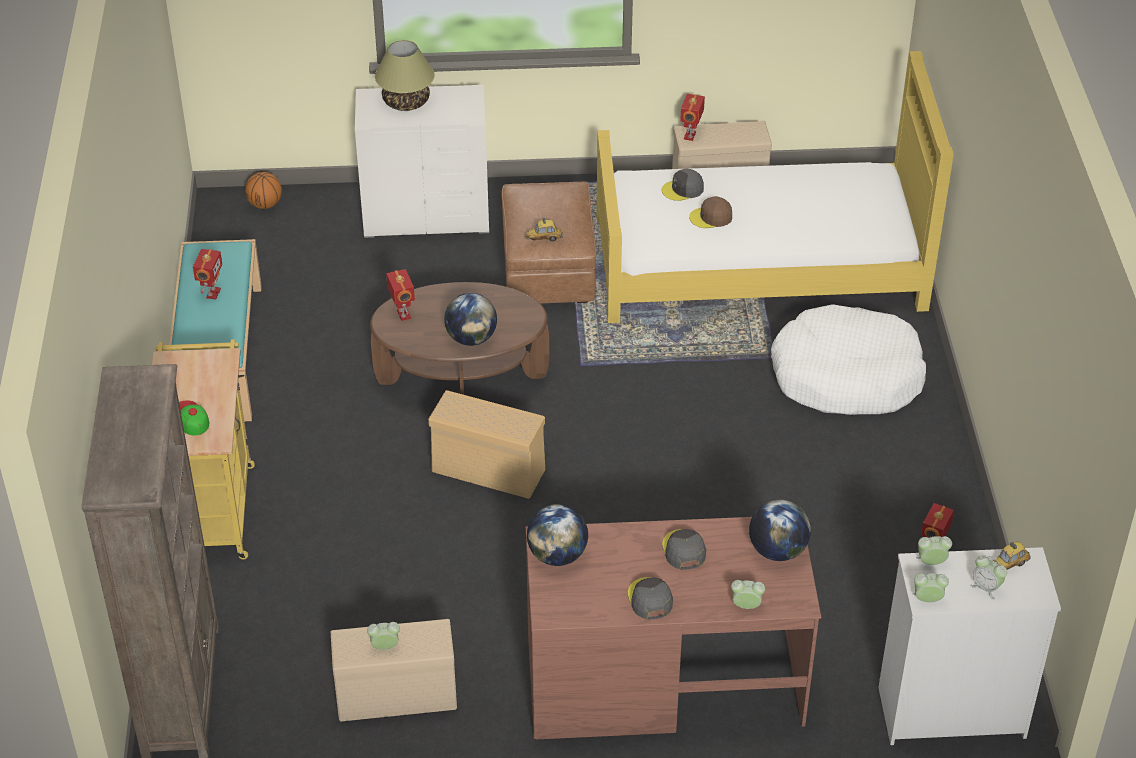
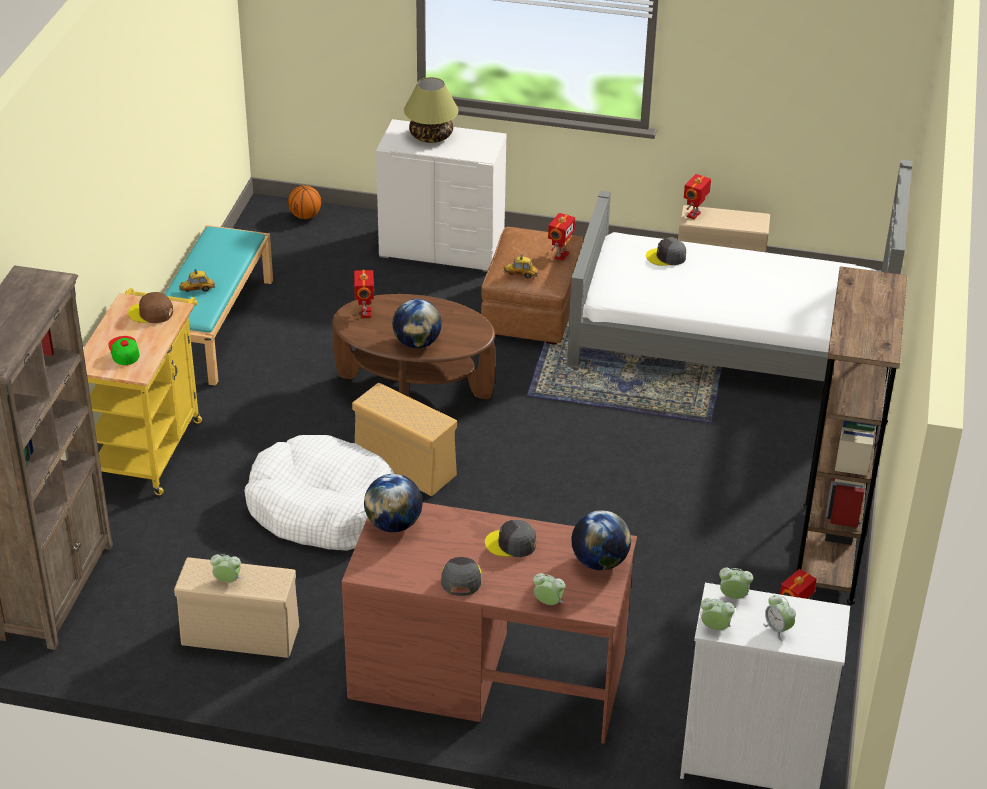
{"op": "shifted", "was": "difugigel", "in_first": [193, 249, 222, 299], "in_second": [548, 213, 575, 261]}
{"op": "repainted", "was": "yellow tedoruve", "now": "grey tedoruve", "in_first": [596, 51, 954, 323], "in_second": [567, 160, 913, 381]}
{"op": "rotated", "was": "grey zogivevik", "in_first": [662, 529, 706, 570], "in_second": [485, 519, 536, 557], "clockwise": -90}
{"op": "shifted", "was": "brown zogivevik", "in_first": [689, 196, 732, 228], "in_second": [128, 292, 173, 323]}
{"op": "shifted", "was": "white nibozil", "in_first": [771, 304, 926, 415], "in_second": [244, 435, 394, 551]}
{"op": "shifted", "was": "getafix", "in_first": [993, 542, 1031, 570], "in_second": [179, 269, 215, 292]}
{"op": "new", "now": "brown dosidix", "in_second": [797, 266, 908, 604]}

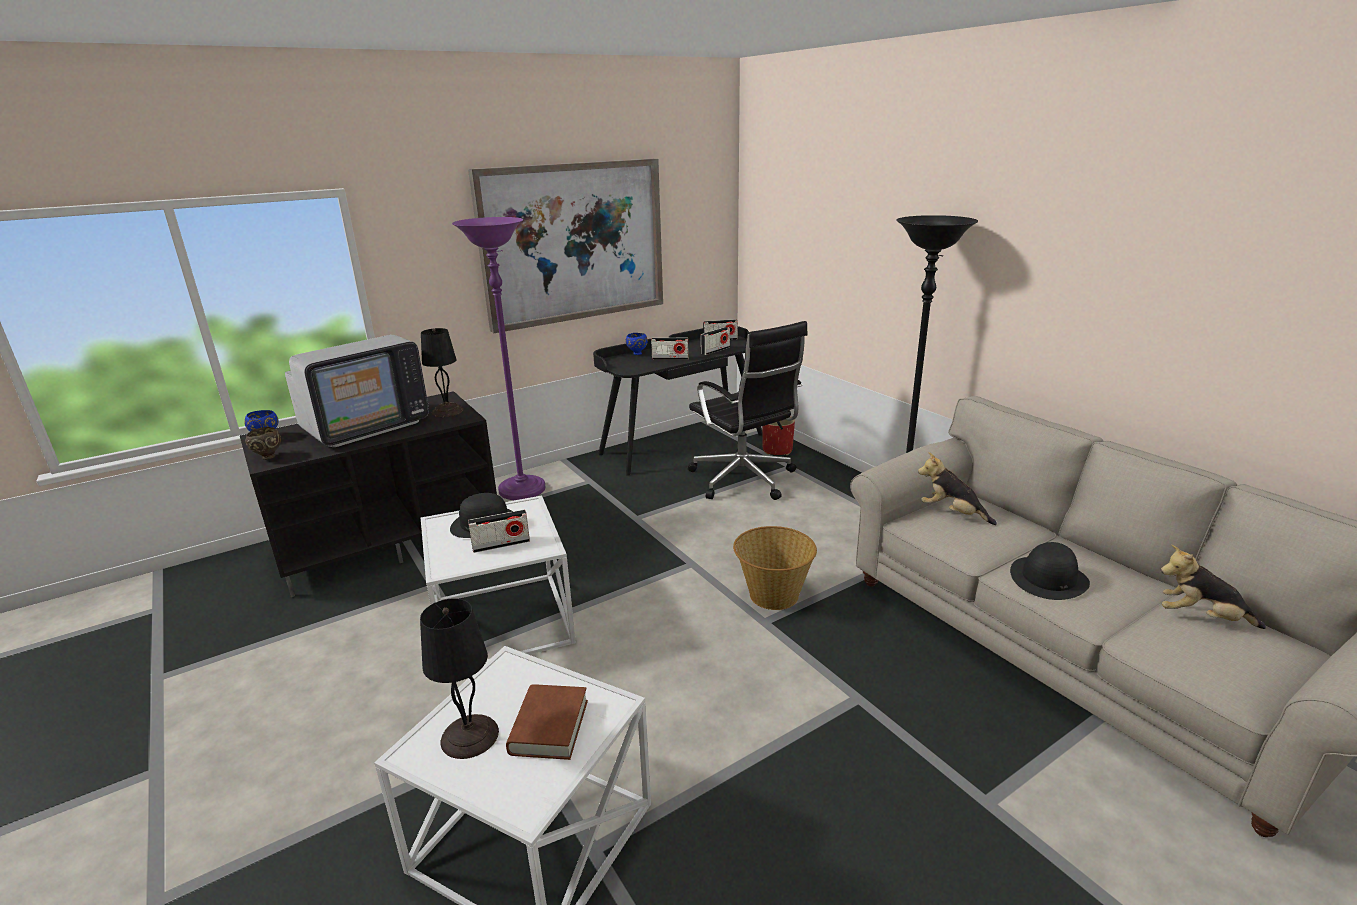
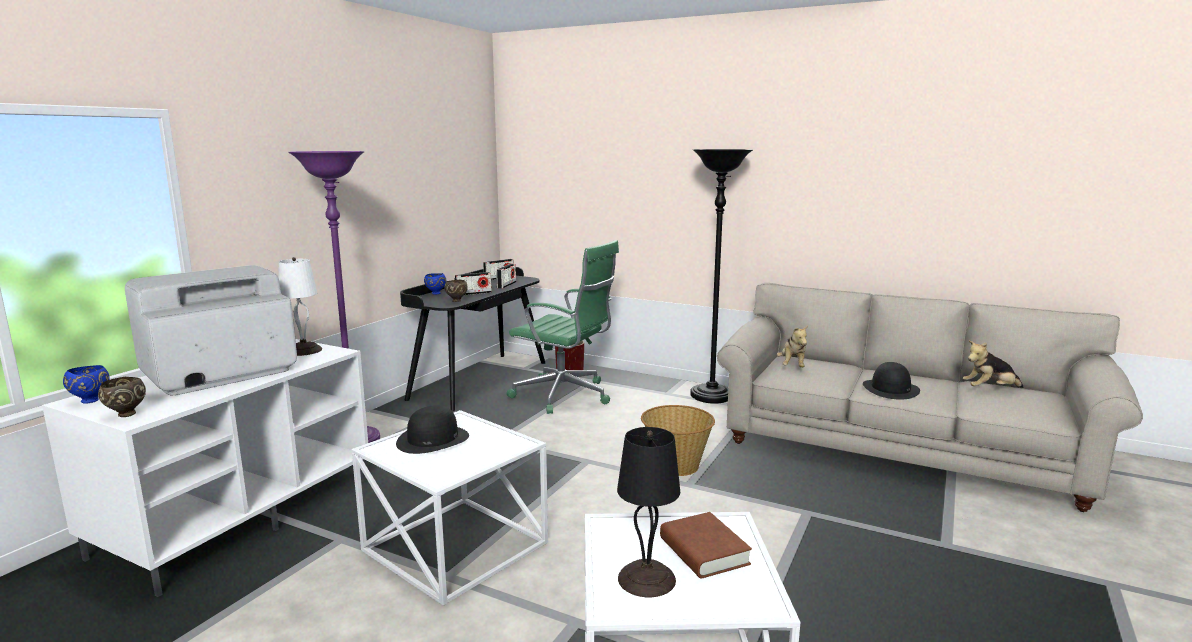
{"op": "repainted", "was": "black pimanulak", "now": "white pimanulak", "in_first": [240, 391, 497, 597], "in_second": [42, 339, 368, 597]}
{"op": "rotated", "was": "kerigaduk", "in_first": [285, 335, 429, 447], "in_second": [125, 265, 297, 395], "clockwise": -150}
{"op": "repainted", "was": "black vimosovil", "now": "white vimosovil", "in_first": [421, 328, 464, 417], "in_second": [278, 257, 322, 356]}
{"op": "gone", "was": "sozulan", "in_first": [468, 159, 663, 333]}
{"op": "gone", "was": "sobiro", "in_first": [468, 509, 530, 553]}
{"op": "repainted", "was": "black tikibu", "now": "green tikibu", "in_first": [688, 321, 808, 500], "in_second": [507, 240, 619, 414]}
{"op": "rotated", "was": "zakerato", "in_first": [918, 452, 997, 525], "in_second": [777, 325, 808, 367], "clockwise": -90}
{"op": "new", "now": "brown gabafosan", "in_second": [445, 280, 468, 302]}

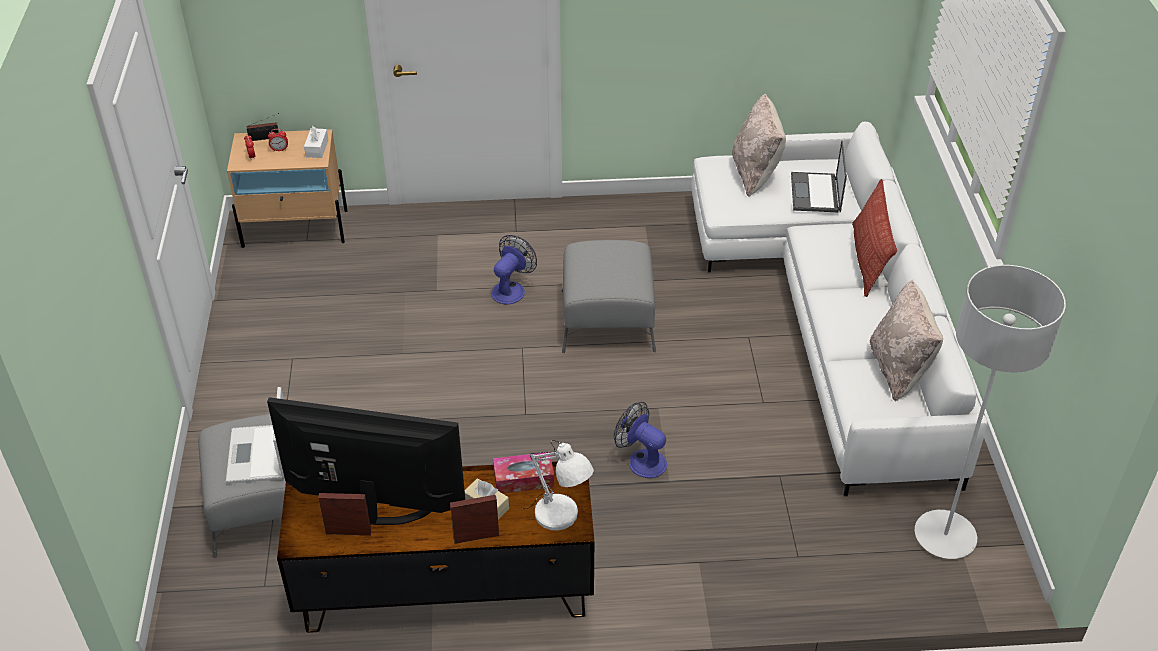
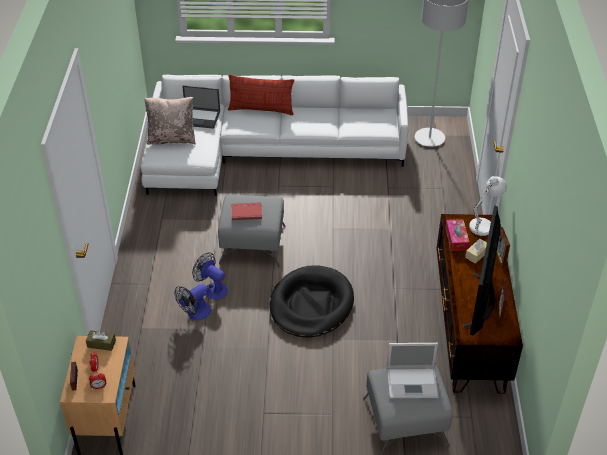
{"op": "repainted", "was": "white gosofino", "now": "brown gosofino", "in_first": [304, 126, 328, 158], "in_second": [86, 330, 116, 351]}
{"op": "shifted", "was": "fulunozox", "in_first": [614, 402, 667, 478], "in_second": [174, 284, 211, 320]}
{"op": "gone", "was": "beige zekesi", "in_first": [870, 279, 943, 402]}
{"op": "new", "now": "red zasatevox", "in_second": [231, 202, 262, 220]}
{"op": "new", "now": "black nibozil", "in_second": [270, 265, 354, 338]}

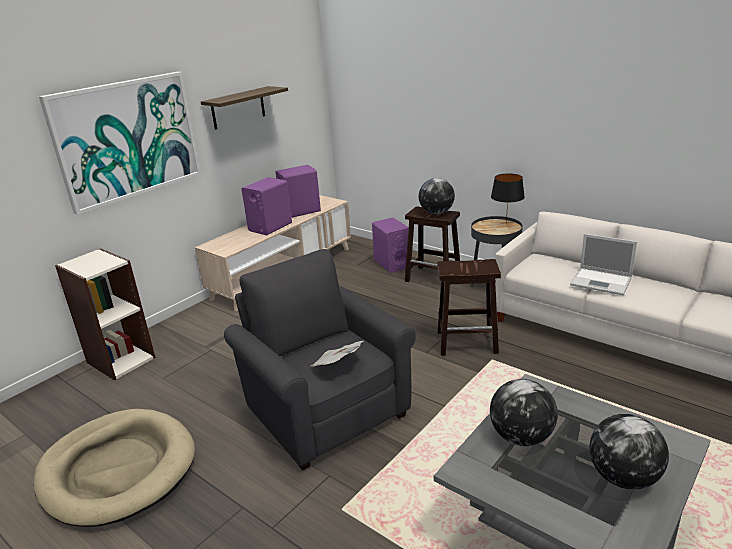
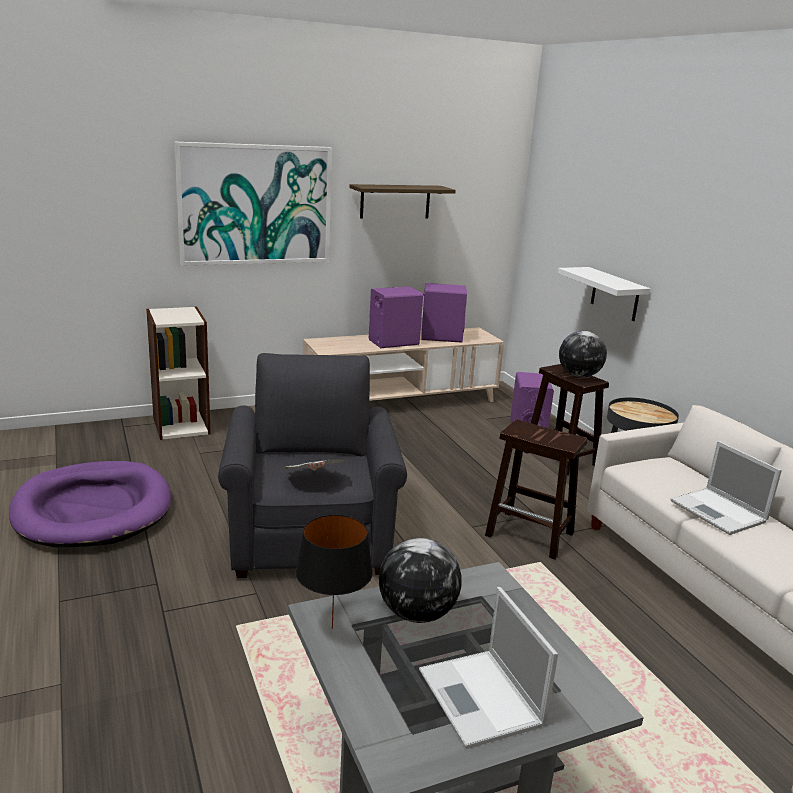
{"op": "repainted", "was": "beige nibozil", "now": "purple nibozil", "in_first": [34, 409, 195, 527], "in_second": [9, 461, 171, 547]}
{"op": "shifted", "was": "black vimosovil", "in_first": [491, 173, 525, 225], "in_second": [295, 515, 373, 629]}
{"op": "swapped", "was": "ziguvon", "now": "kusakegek", "in_first": [590, 414, 669, 490], "in_second": [419, 587, 558, 749]}
{"op": "new", "now": "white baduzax", "in_second": [558, 267, 650, 321]}

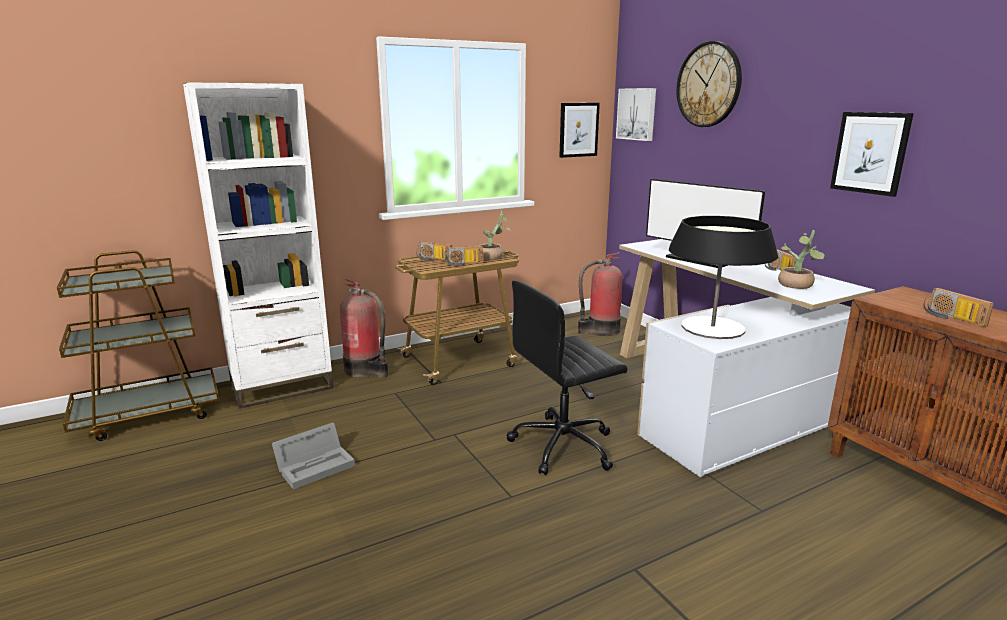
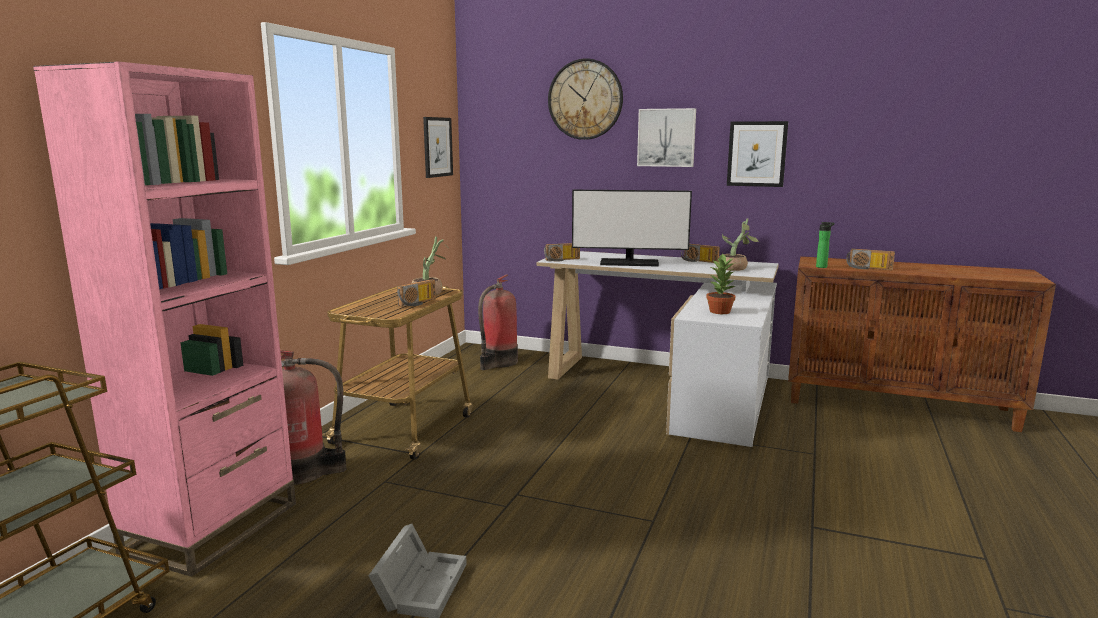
{"op": "repainted", "was": "white dosidix", "now": "pink dosidix", "in_first": [183, 82, 334, 409], "in_second": [33, 61, 296, 577]}
{"op": "shifted", "was": "sobiro", "in_first": [416, 242, 452, 260], "in_second": [544, 243, 580, 261]}
{"op": "gone", "was": "black tikibu", "in_first": [506, 281, 627, 475]}
{"op": "shifted", "was": "sozulan", "in_first": [616, 88, 656, 141], "in_second": [637, 108, 696, 167]}
{"op": "swapped", "was": "vimosovil", "now": "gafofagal", "in_first": [669, 216, 778, 339], "in_second": [706, 253, 735, 314]}
{"op": "new", "now": "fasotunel", "in_second": [816, 222, 835, 268]}

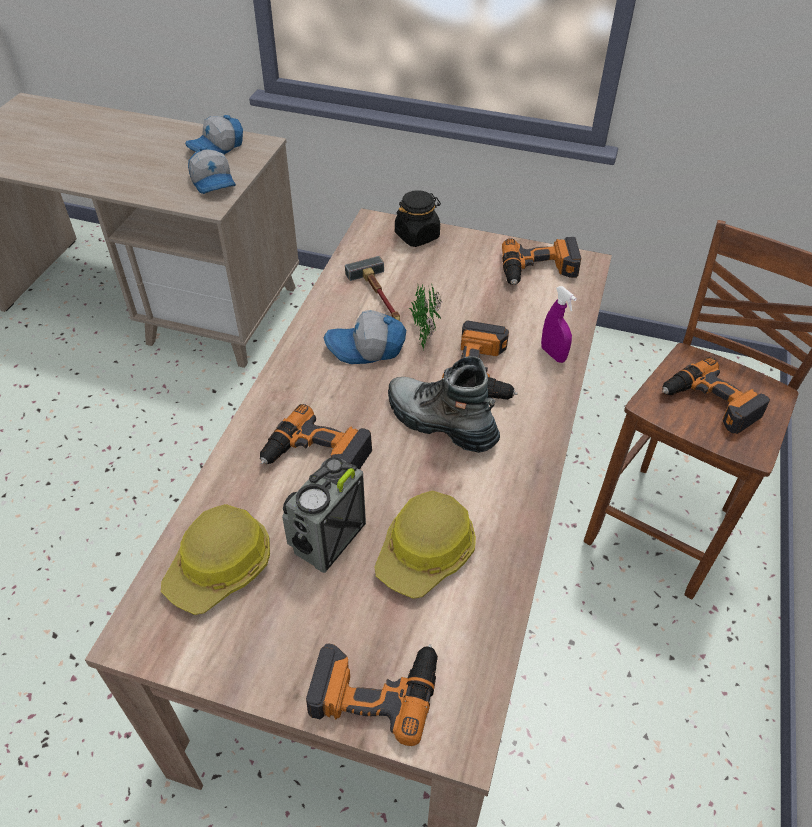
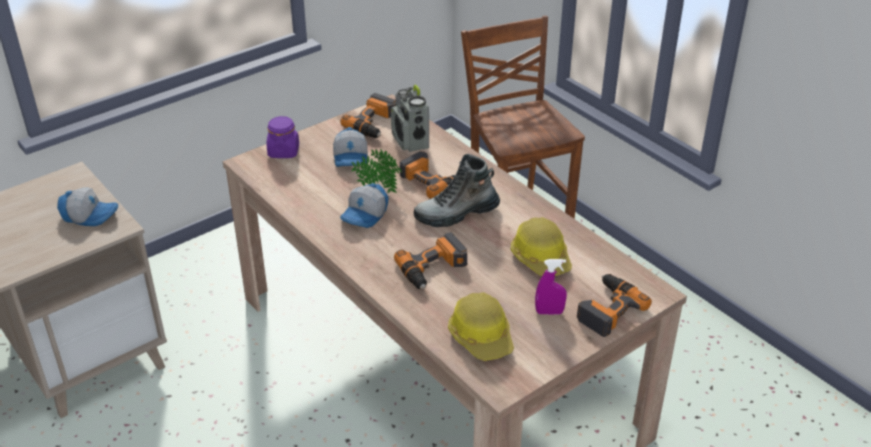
{"op": "shifted", "was": "zogivevik", "in_first": [185, 115, 243, 155], "in_second": [333, 127, 368, 167]}
{"op": "shifted", "was": "sobiro", "in_first": [282, 457, 366, 573], "in_second": [391, 84, 429, 152]}
{"op": "gone", "was": "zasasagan", "in_first": [345, 256, 400, 321]}
{"op": "repainted", "was": "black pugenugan", "now": "purple pugenugan", "in_first": [395, 190, 441, 247], "in_second": [267, 116, 299, 158]}
{"op": "shifted", "was": "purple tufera", "in_first": [541, 286, 577, 363], "in_second": [535, 259, 567, 315]}
{"op": "gone", "was": "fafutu", "in_first": [662, 357, 770, 434]}

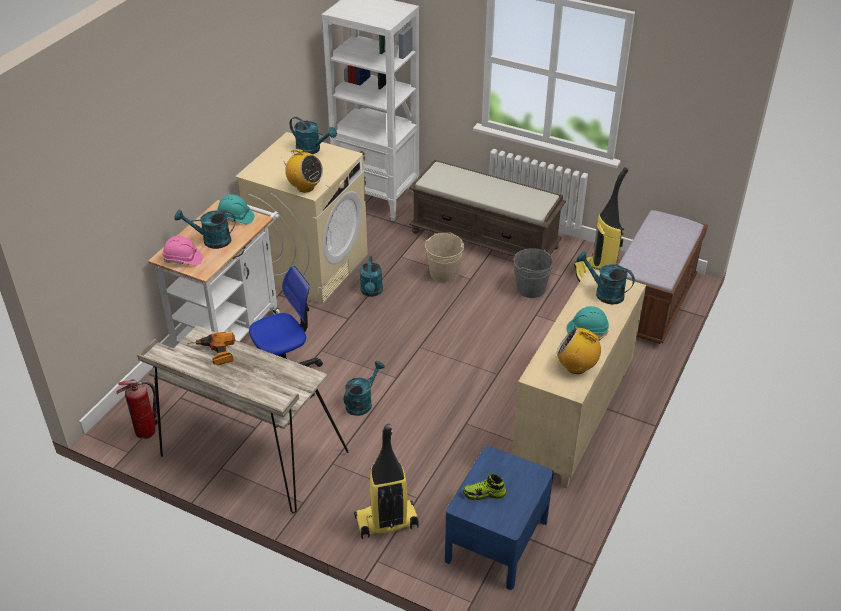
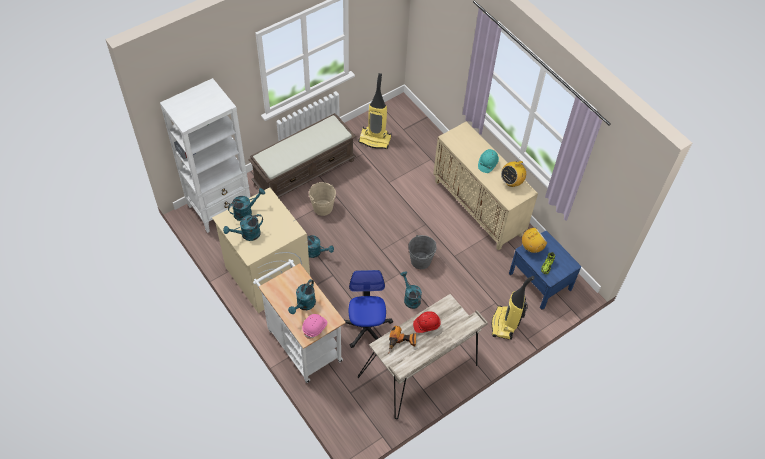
{"op": "gone", "was": "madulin", "in_first": [116, 379, 158, 439]}
{"op": "gone", "was": "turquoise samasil", "in_first": [217, 195, 255, 224]}
{"op": "shifted", "was": "sobiro", "in_first": [283, 149, 323, 193], "in_second": [522, 228, 547, 253]}
{"op": "shifted", "was": "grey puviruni", "in_first": [514, 248, 554, 298], "in_second": [408, 235, 437, 269]}
{"op": "shifted", "was": "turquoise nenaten", "in_first": [576, 252, 635, 305], "in_second": [223, 214, 263, 241]}
{"op": "gone", "was": "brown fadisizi", "in_first": [619, 210, 708, 344]}
{"op": "new", "now": "red samasil", "in_second": [413, 311, 441, 333]}

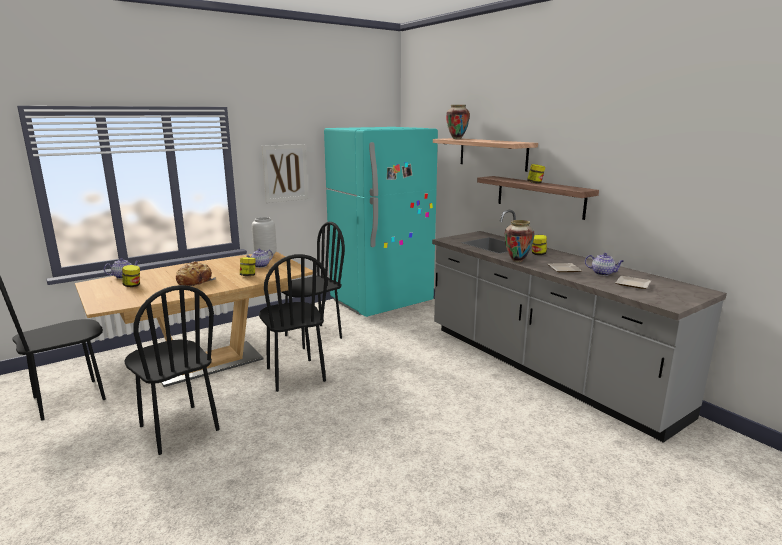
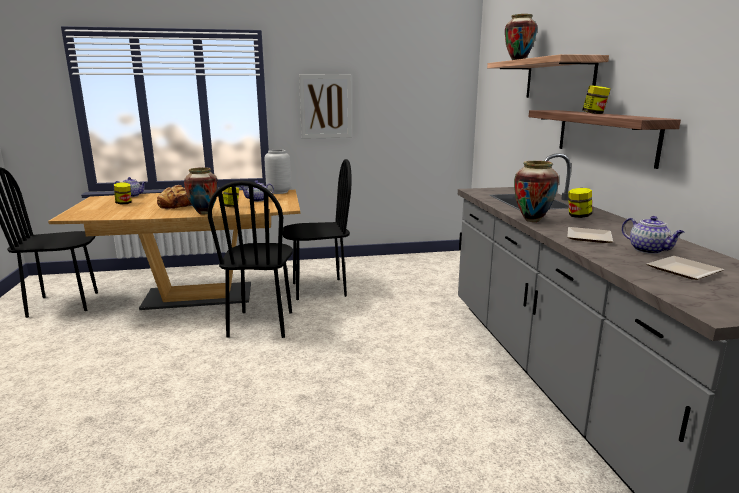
{"op": "gone", "was": "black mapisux", "in_first": [124, 285, 220, 455]}
{"op": "gone", "was": "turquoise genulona", "in_first": [324, 127, 438, 317]}
{"op": "new", "now": "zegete", "in_second": [184, 167, 218, 215]}

